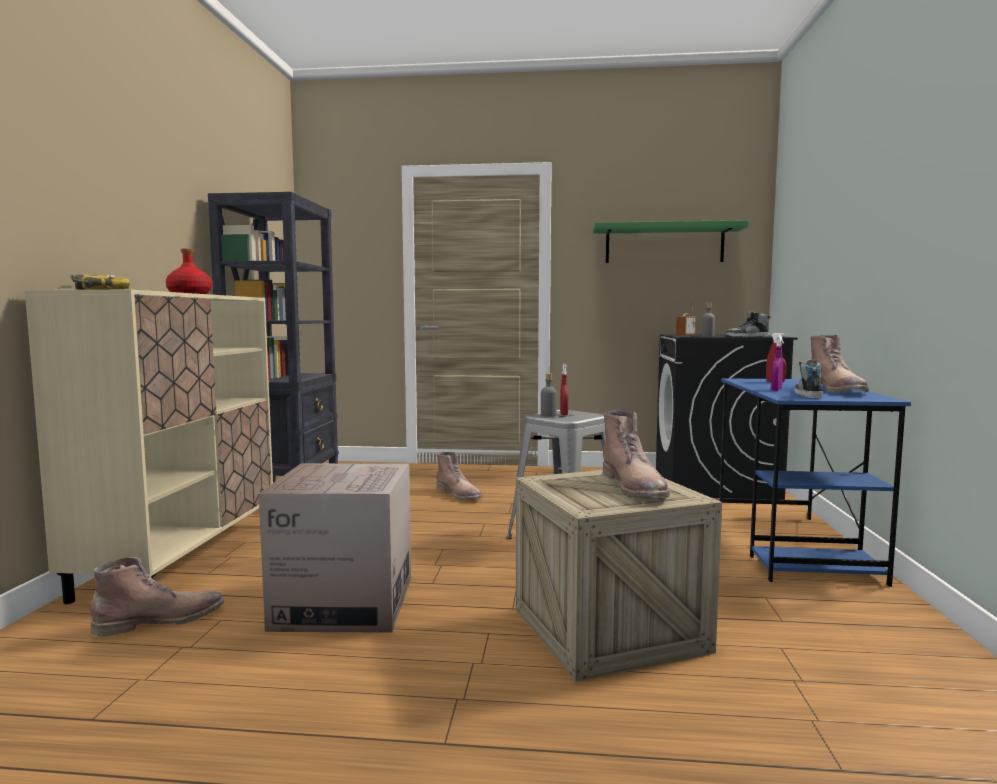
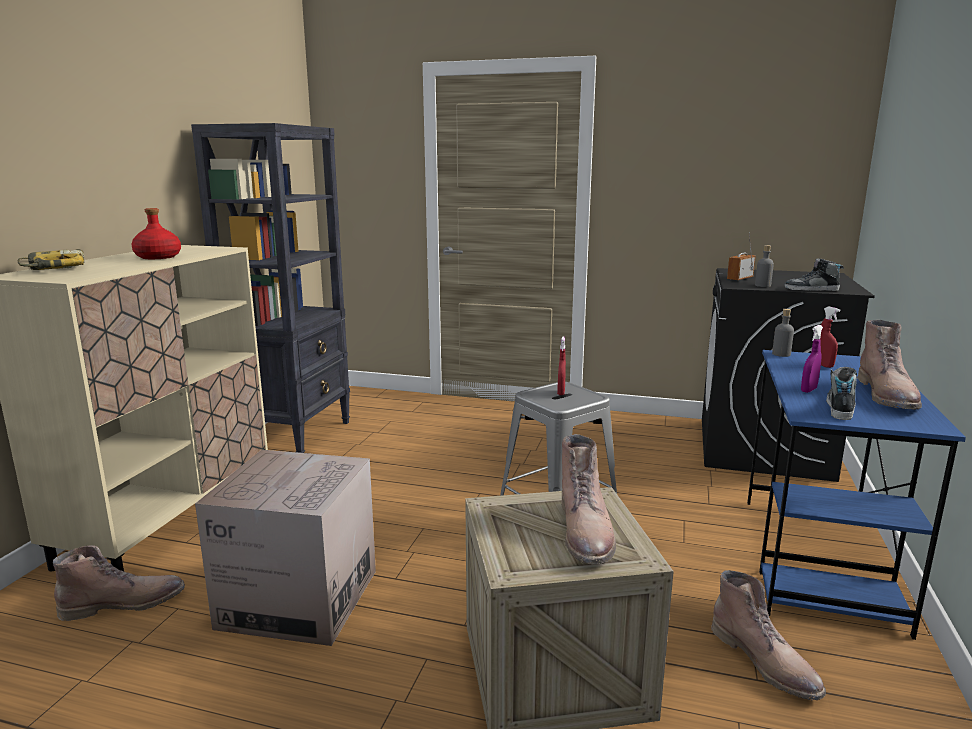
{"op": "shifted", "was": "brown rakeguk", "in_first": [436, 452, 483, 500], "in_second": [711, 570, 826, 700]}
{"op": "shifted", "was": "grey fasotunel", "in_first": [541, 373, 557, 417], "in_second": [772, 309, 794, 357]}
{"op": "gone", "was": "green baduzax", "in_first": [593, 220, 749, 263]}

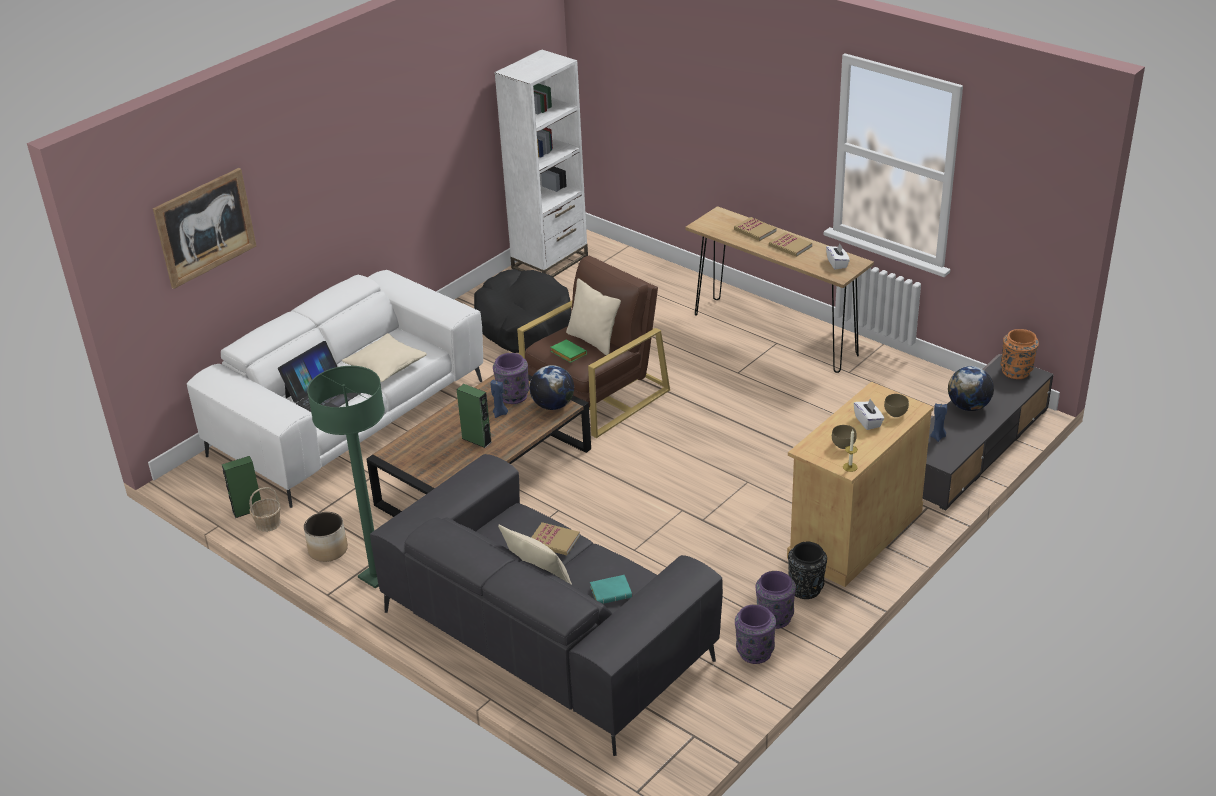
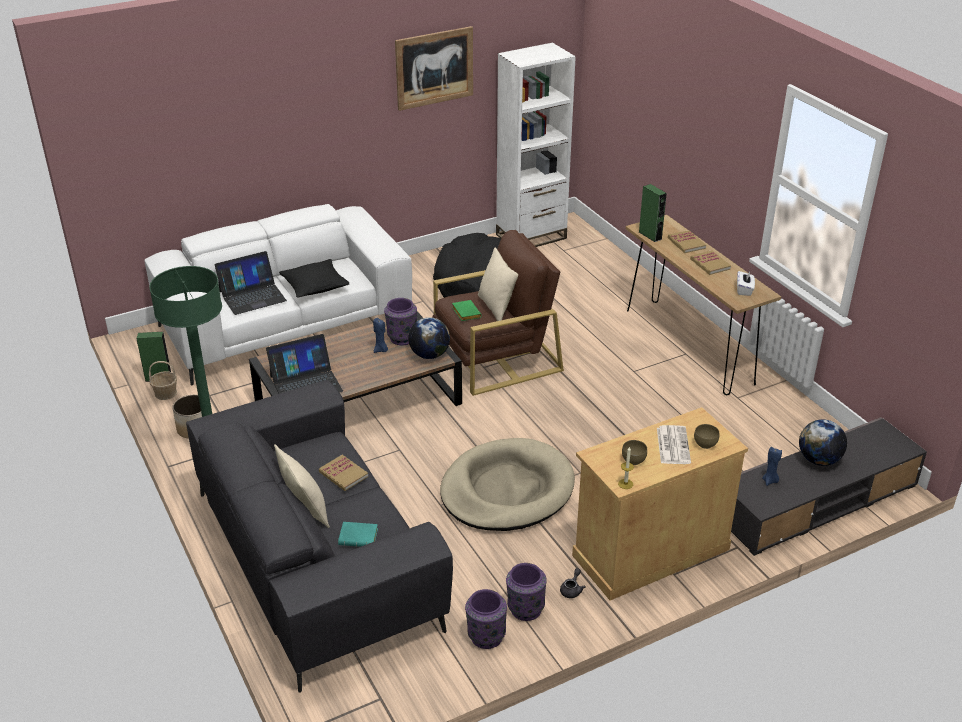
{"op": "shifted", "was": "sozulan", "in_first": [153, 168, 256, 289], "in_second": [395, 26, 473, 111]}
{"op": "repainted", "was": "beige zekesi", "now": "black zekesi", "in_first": [342, 333, 427, 382], "in_second": [279, 259, 349, 298]}
{"op": "shifted", "was": "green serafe", "in_first": [456, 384, 491, 448], "in_second": [639, 184, 667, 242]}
{"op": "swapped", "was": "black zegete", "now": "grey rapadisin", "in_first": [788, 541, 827, 599], "in_second": [560, 568, 586, 598]}
{"op": "swapped", "was": "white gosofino", "now": "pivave", "in_first": [854, 399, 884, 430], "in_second": [657, 425, 691, 464]}
{"op": "gone", "was": "orange zegete", "in_first": [1000, 329, 1039, 379]}
{"op": "new", "now": "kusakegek", "in_second": [266, 334, 343, 394]}
{"op": "new", "now": "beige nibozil", "in_second": [440, 438, 575, 531]}

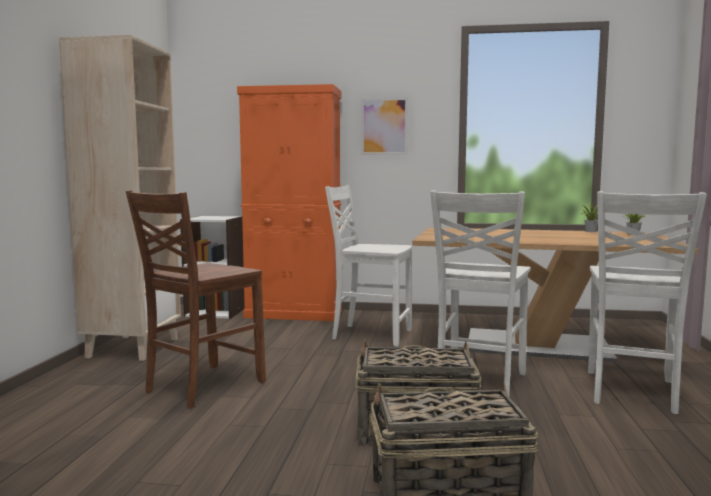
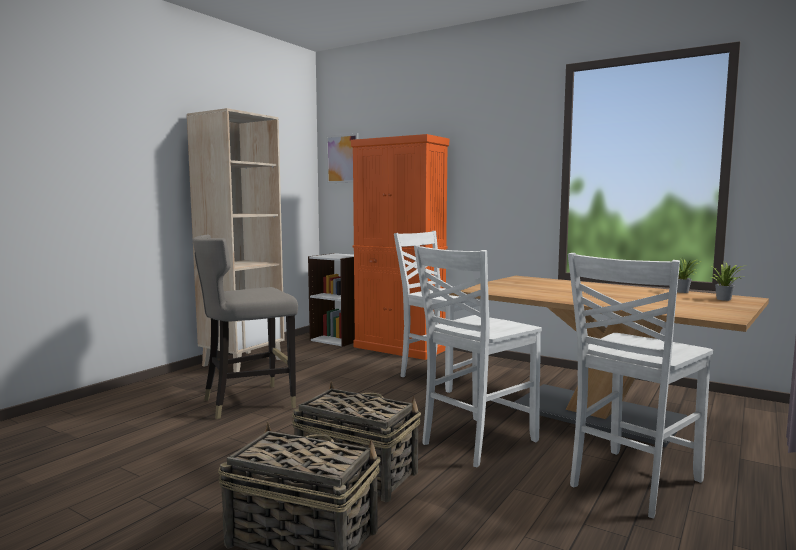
{"op": "swapped", "was": "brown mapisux", "now": "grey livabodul", "in_first": [126, 190, 266, 409], "in_second": [193, 235, 298, 419]}
{"op": "shifted", "was": "sozulan", "in_first": [361, 97, 408, 155], "in_second": [326, 133, 358, 183]}

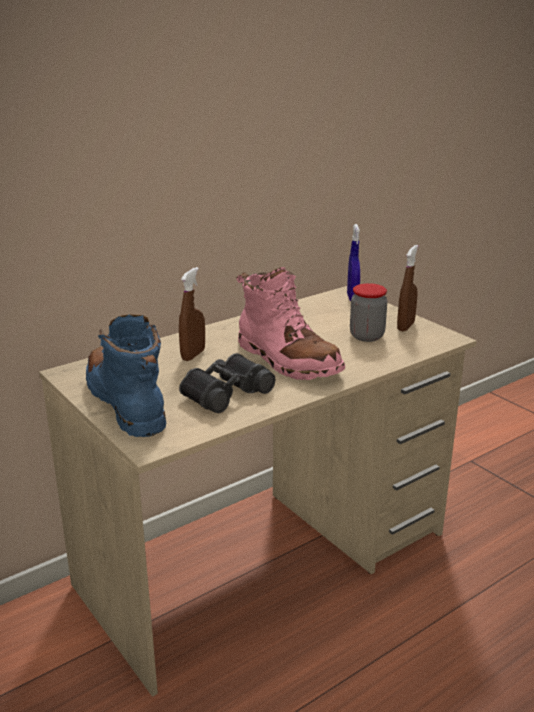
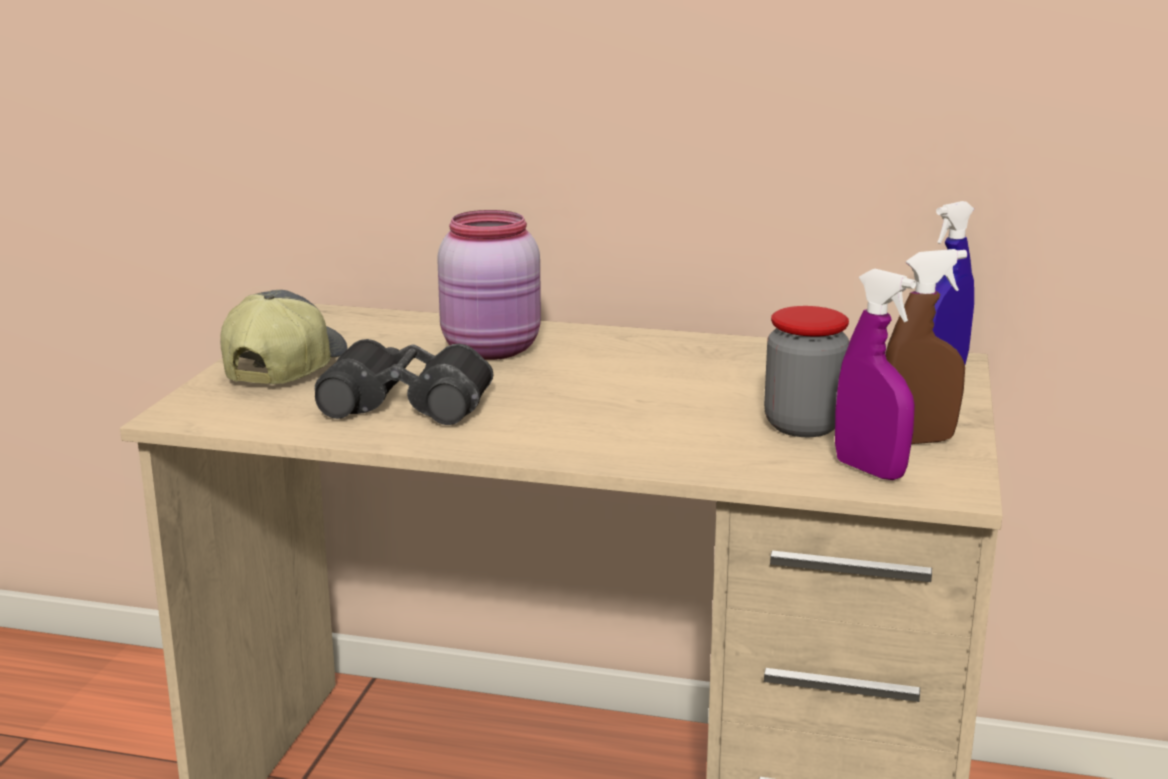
{"op": "swapped", "was": "blue rakeguk", "now": "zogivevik", "in_first": [86, 315, 166, 437], "in_second": [220, 290, 347, 385]}
{"op": "swapped", "was": "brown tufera", "now": "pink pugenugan", "in_first": [179, 267, 205, 361], "in_second": [437, 210, 541, 360]}
{"op": "gone", "was": "pink rakeguk", "in_first": [236, 267, 345, 380]}
{"op": "new", "now": "purple tufera", "in_second": [835, 269, 916, 480]}

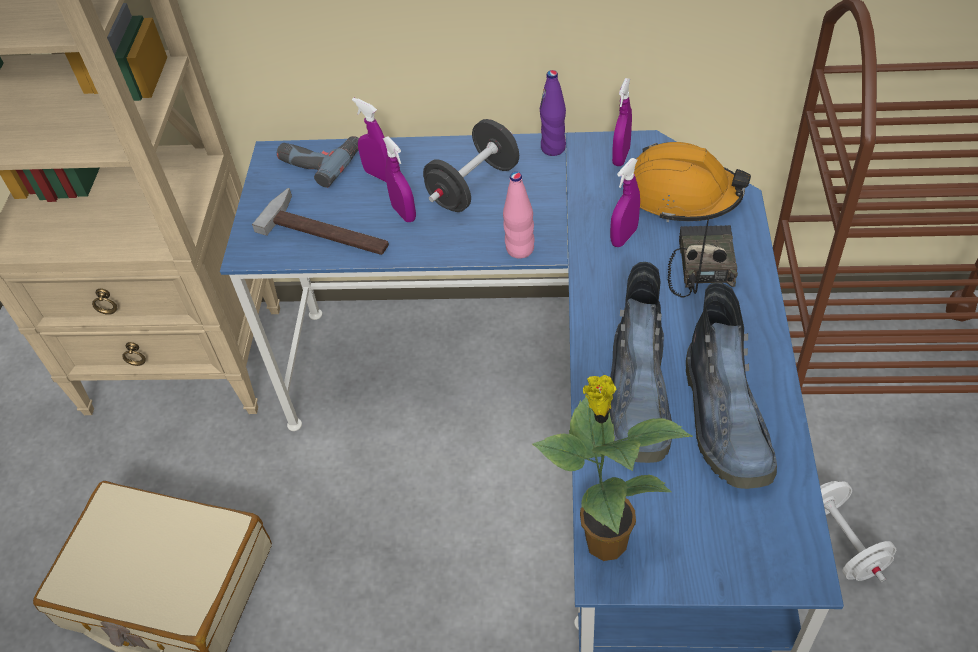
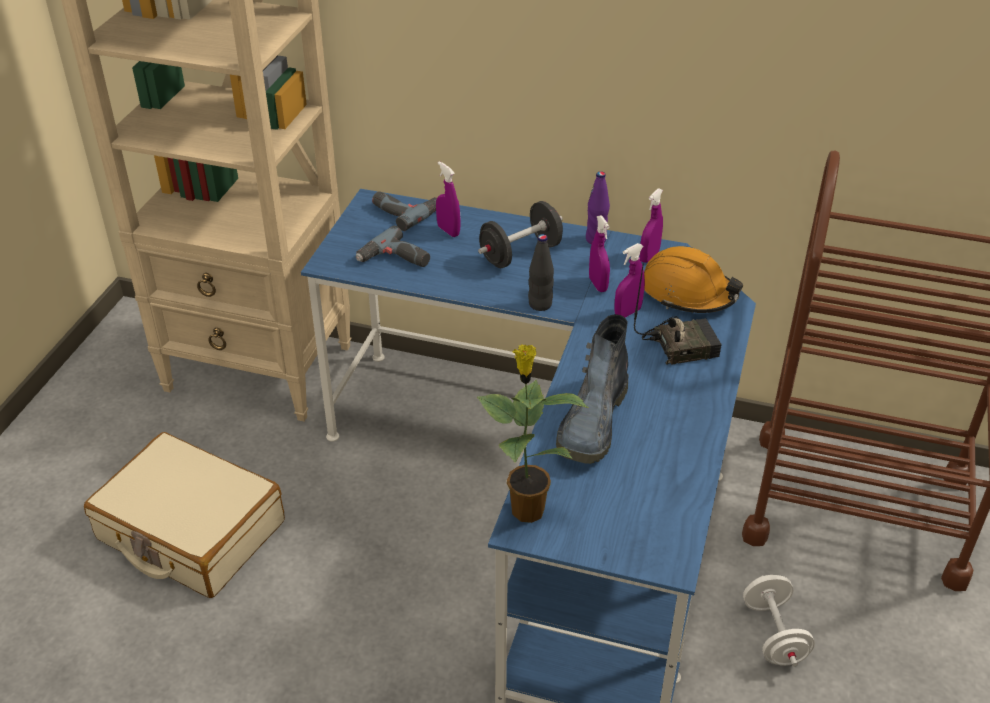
{"op": "swapped", "was": "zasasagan", "now": "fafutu", "in_first": [252, 188, 389, 255], "in_second": [356, 226, 430, 267]}
{"op": "shifted", "was": "purple tufera", "in_first": [383, 136, 416, 222], "in_second": [589, 215, 610, 292]}
{"op": "repainted", "was": "pink fasotunel", "now": "black fasotunel", "in_first": [503, 172, 535, 259], "in_second": [528, 234, 554, 311]}
{"op": "rotated", "was": "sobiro", "in_first": [667, 217, 738, 298], "in_second": [634, 263, 721, 365], "clockwise": 60}
{"op": "gone", "was": "rakeguk", "in_first": [686, 282, 777, 489]}

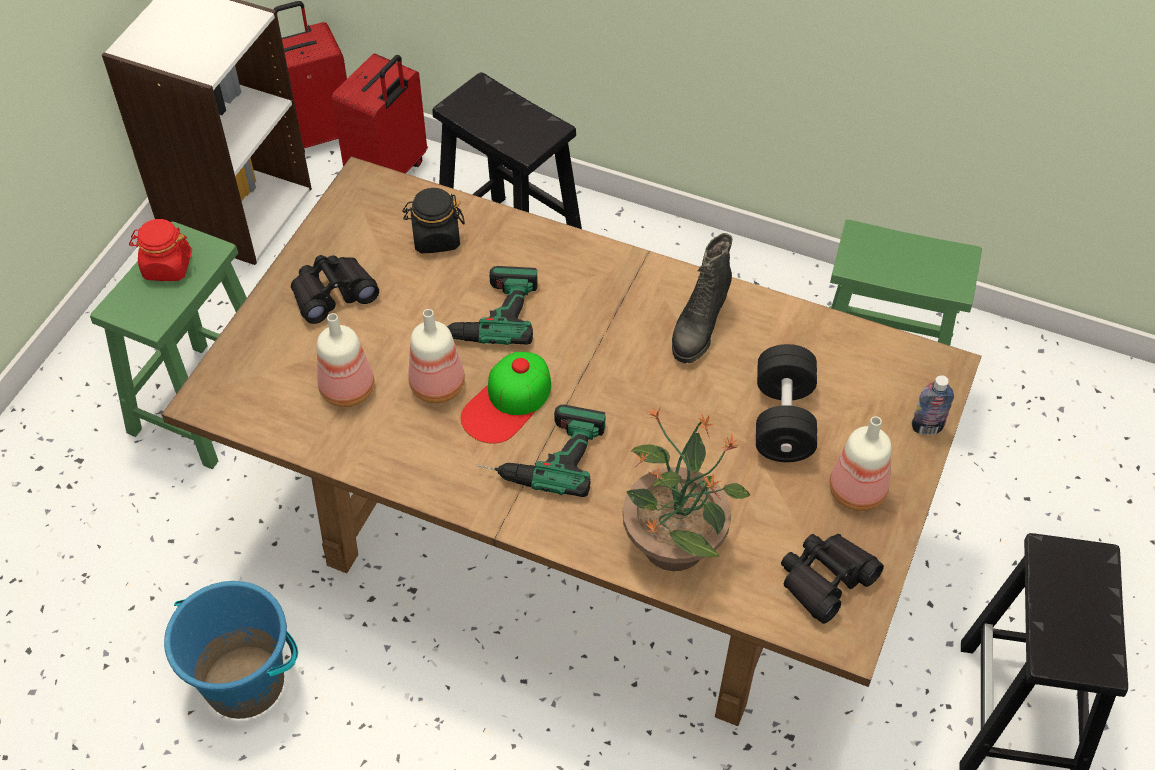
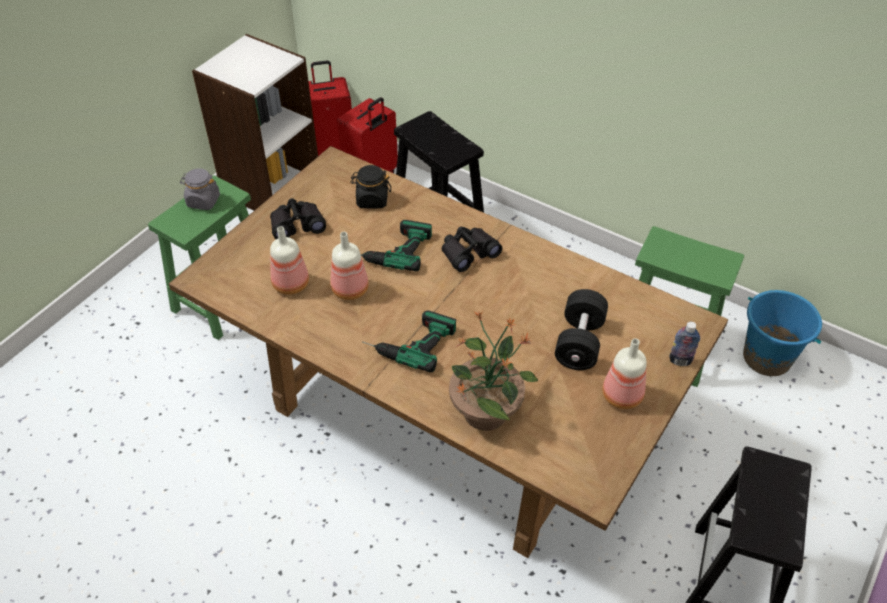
{"op": "repainted", "was": "red pugenugan", "now": "grey pugenugan", "in_first": [129, 219, 192, 281], "in_second": [180, 168, 220, 210]}
{"op": "shifted", "was": "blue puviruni", "in_first": [164, 581, 298, 719], "in_second": [743, 290, 822, 376]}
{"op": "gone", "was": "zogivevik", "in_first": [461, 352, 551, 444]}
{"op": "gone", "was": "black rakeguk", "in_first": [672, 233, 732, 364]}
{"op": "shifted", "was": "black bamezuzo", "in_first": [781, 534, 884, 624], "in_second": [442, 226, 502, 272]}

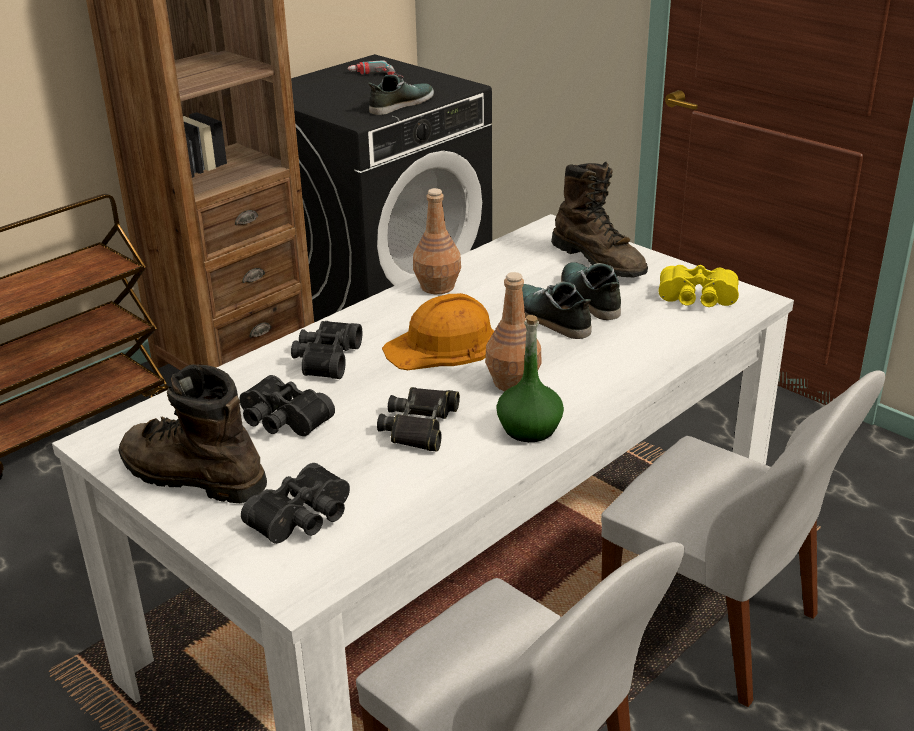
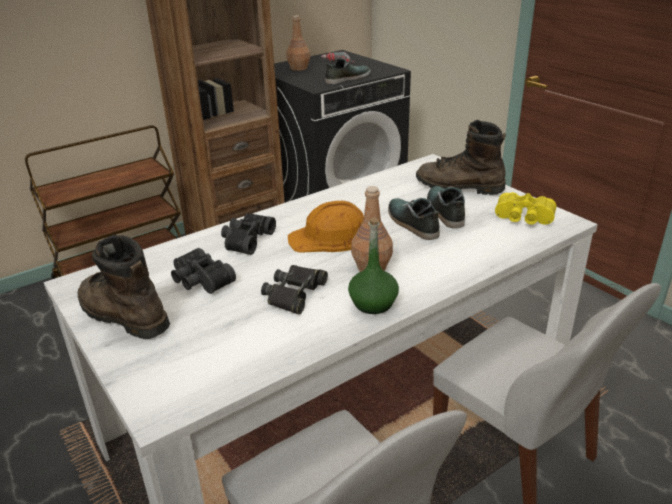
{"op": "gone", "was": "black bamezuzo", "in_first": [241, 463, 350, 544]}
{"op": "shifted", "was": "brown fasotunel", "in_first": [413, 188, 461, 294], "in_second": [286, 15, 310, 71]}
{"op": "rotated", "was": "brown rakeguk", "in_first": [551, 162, 648, 277], "in_second": [416, 120, 506, 195], "clockwise": 135}

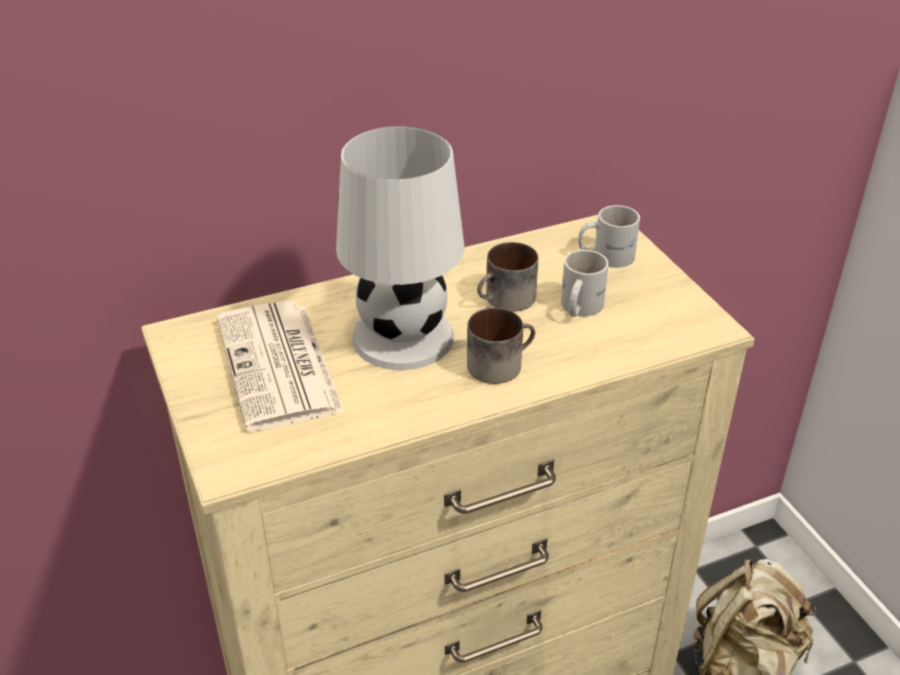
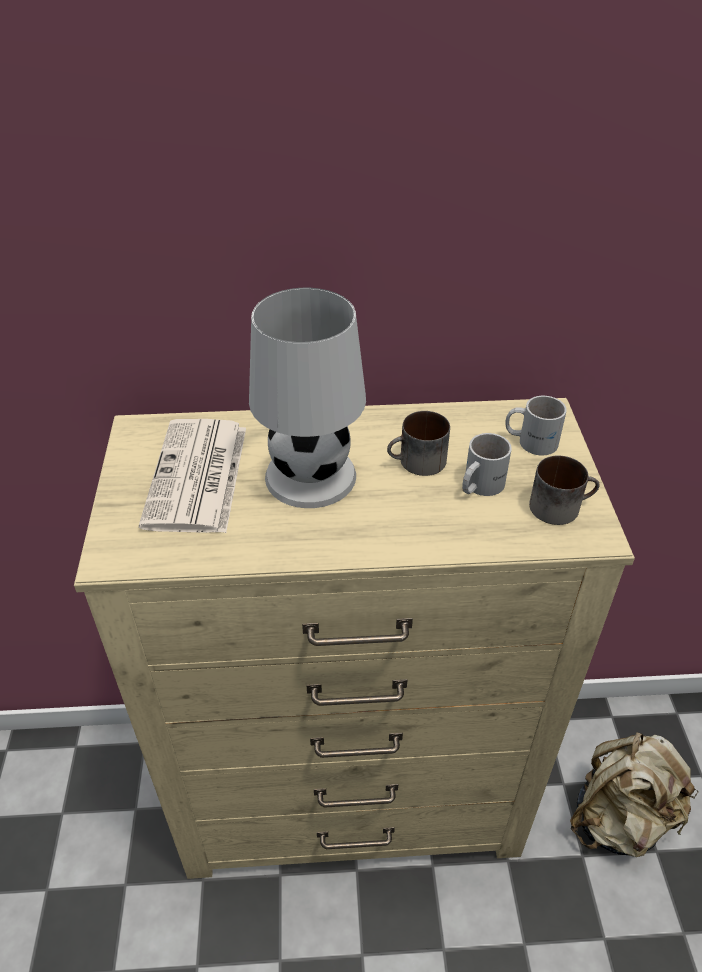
{"op": "shifted", "was": "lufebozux", "in_first": [467, 308, 535, 384], "in_second": [529, 456, 600, 525]}

